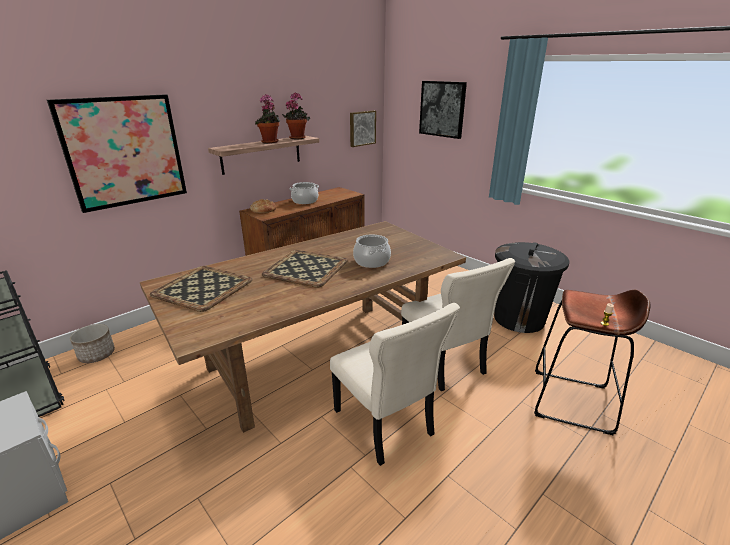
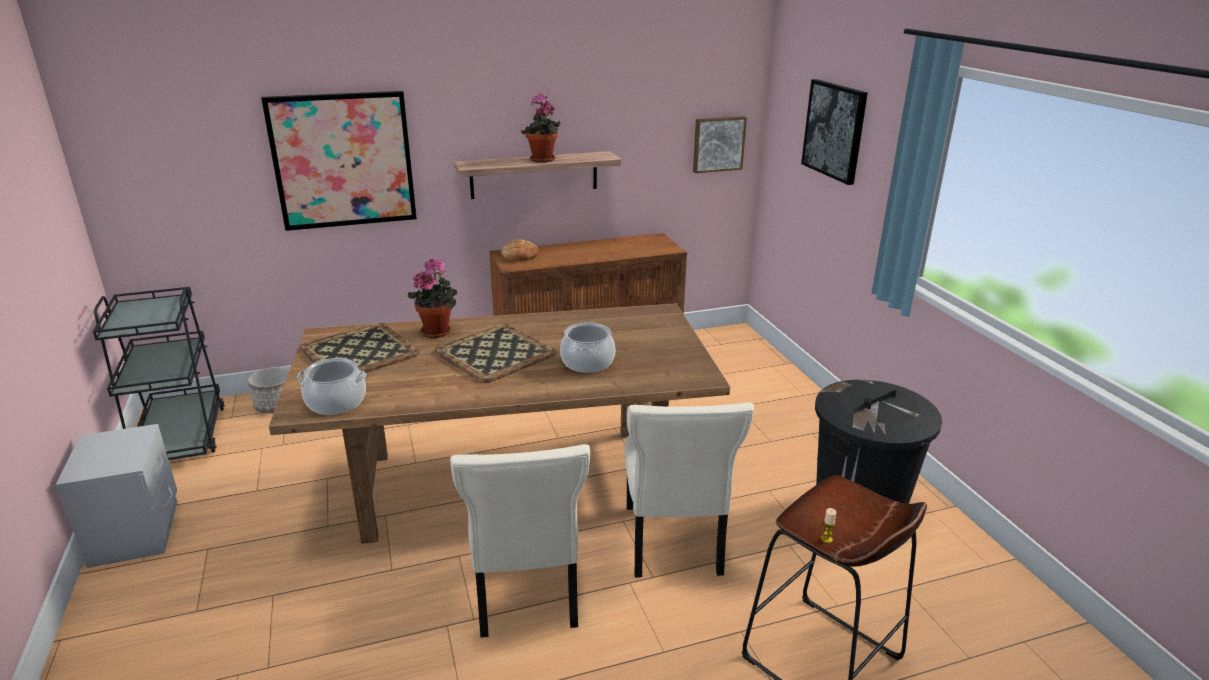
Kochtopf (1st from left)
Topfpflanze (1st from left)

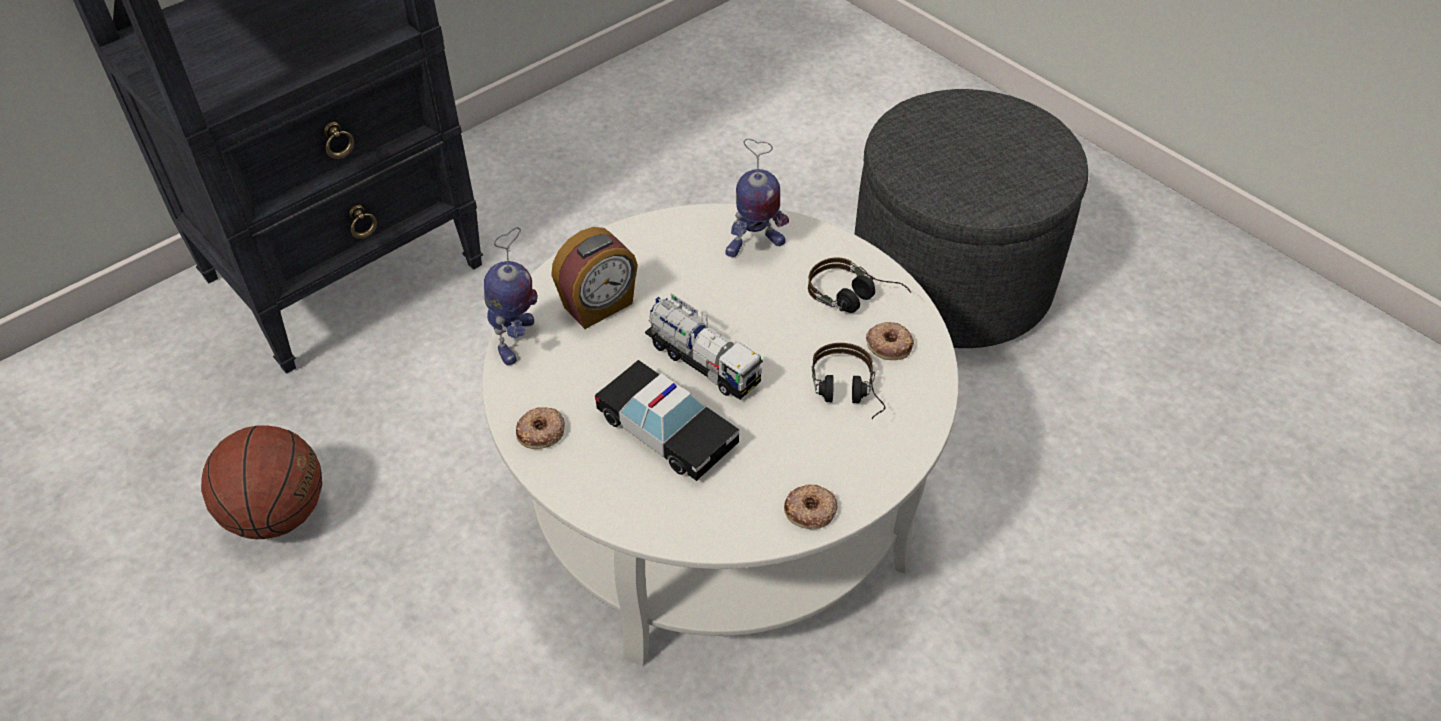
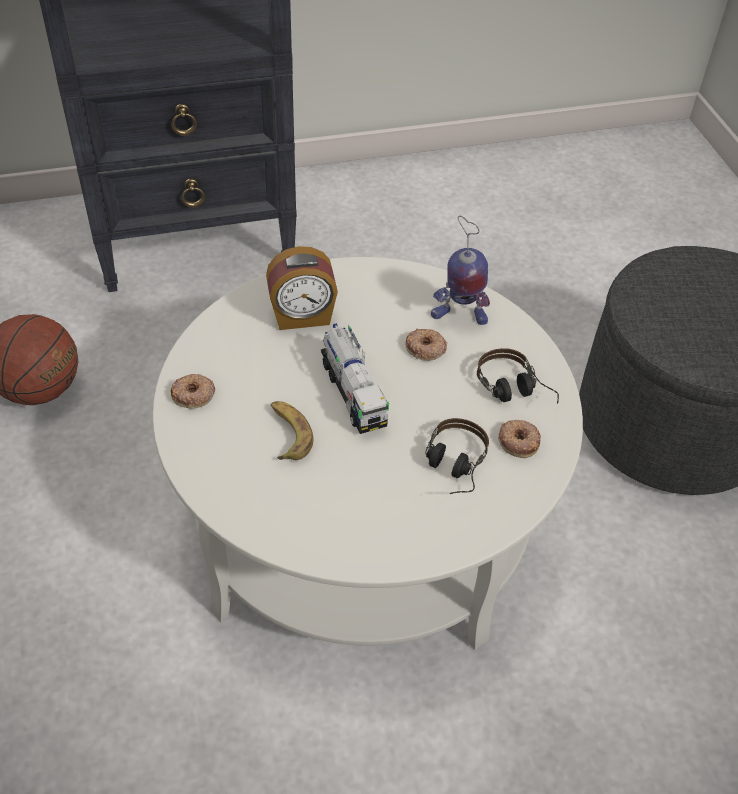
Banane
Donut (2nd from left)
Spielzeugroboter (1st from left in the first image)

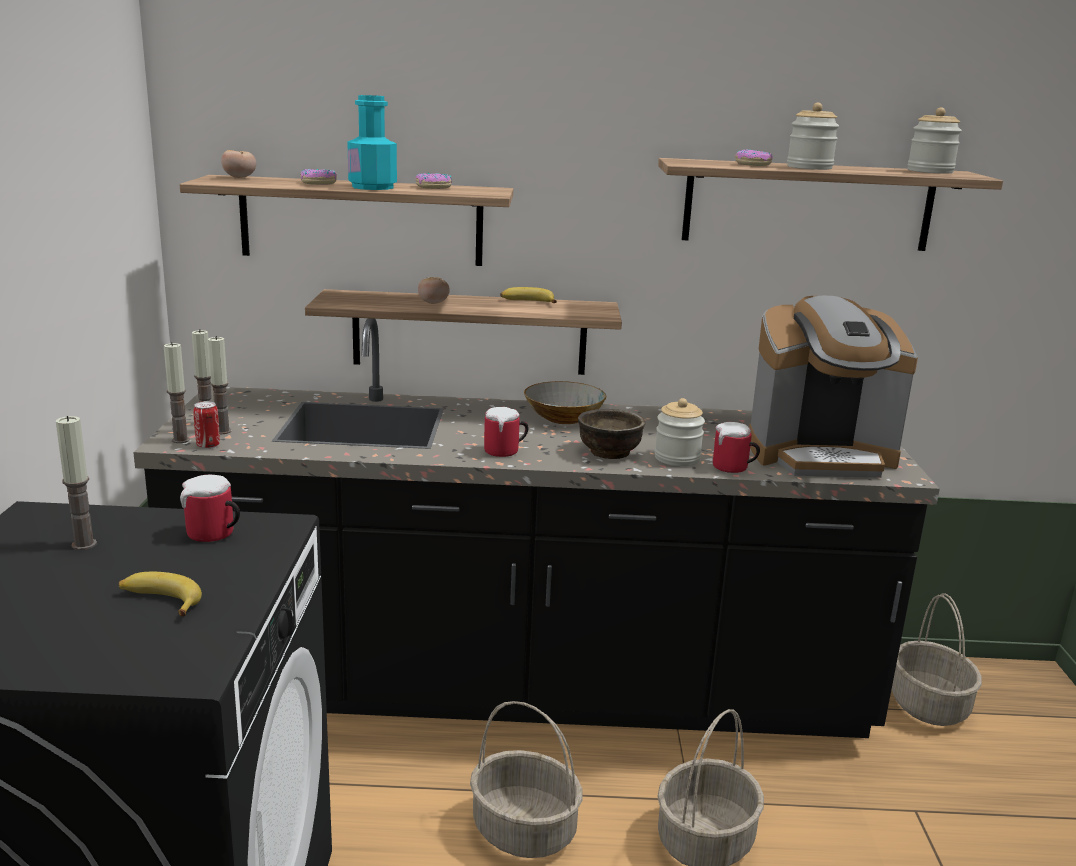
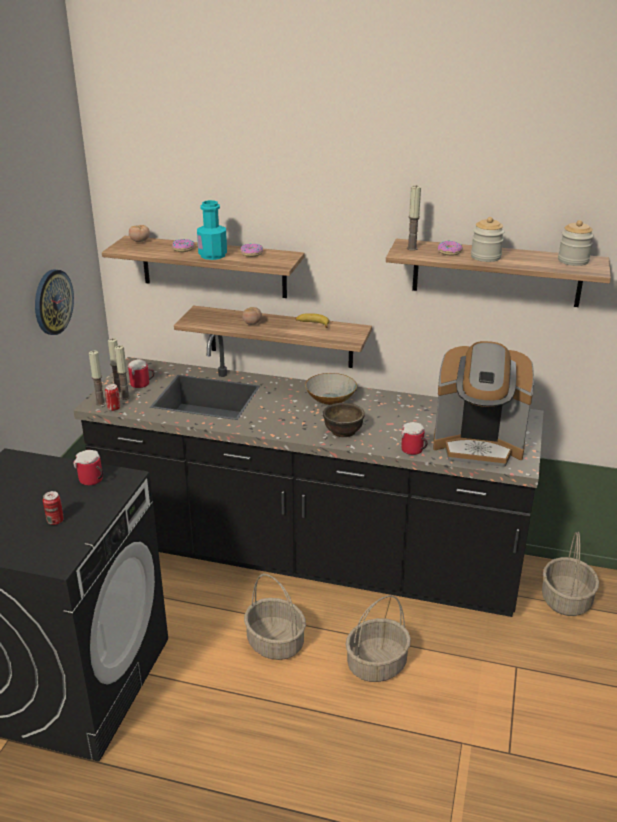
Wanduhr
Dose (1st from left)
Henkelbecher (2nd from left)
Kerze (4th from left)
Vorratsglas (1st from left in the first image)

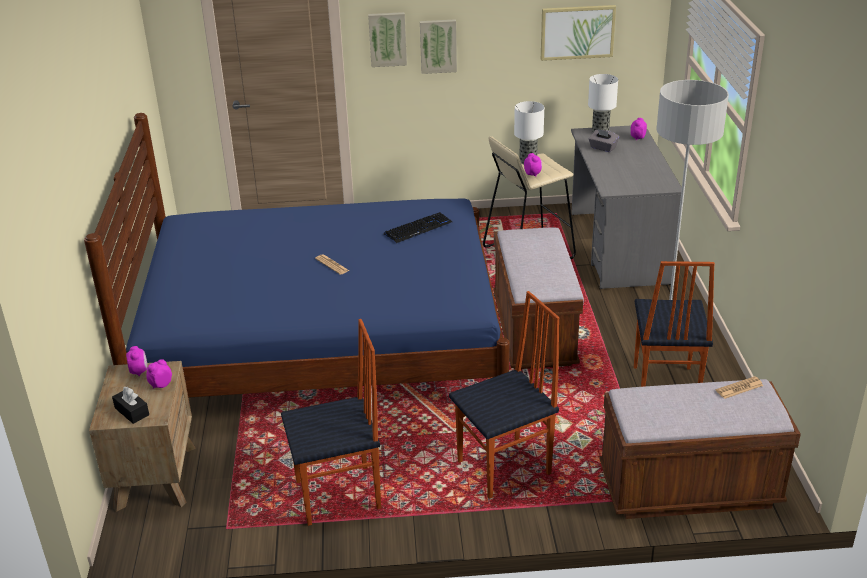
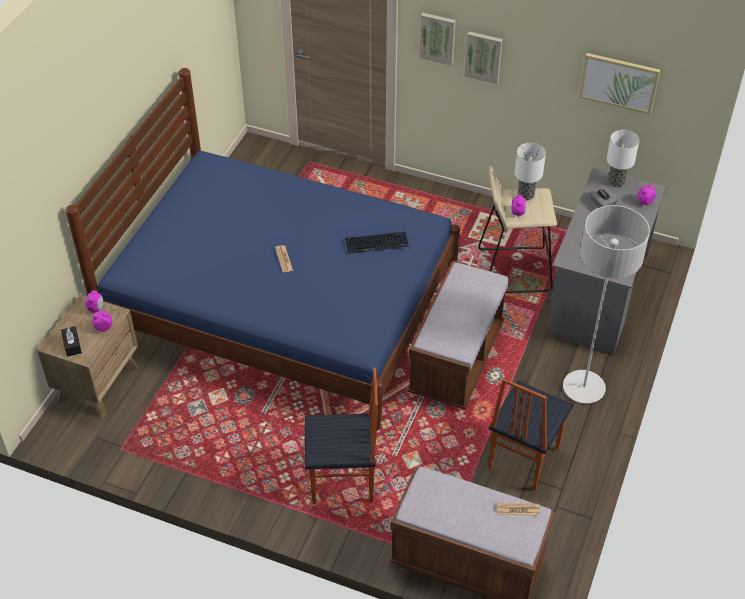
Stuhl (1st from left in the first image)

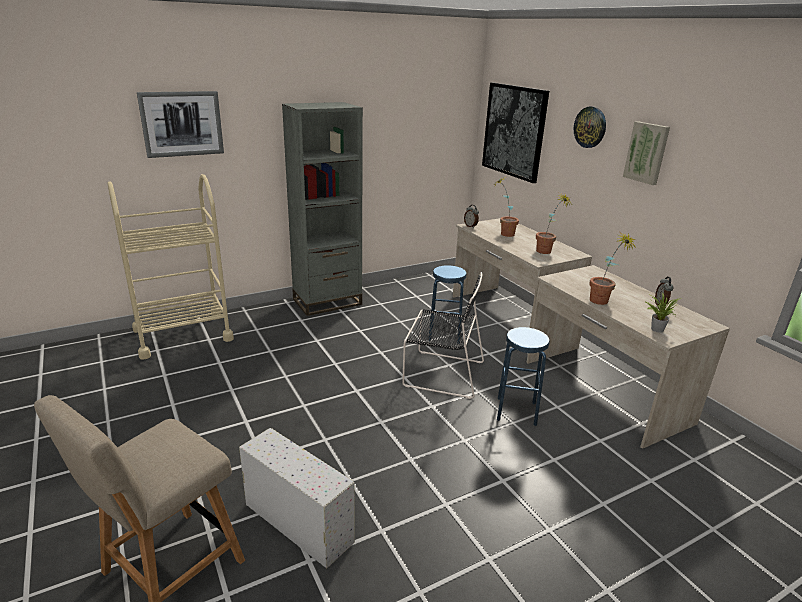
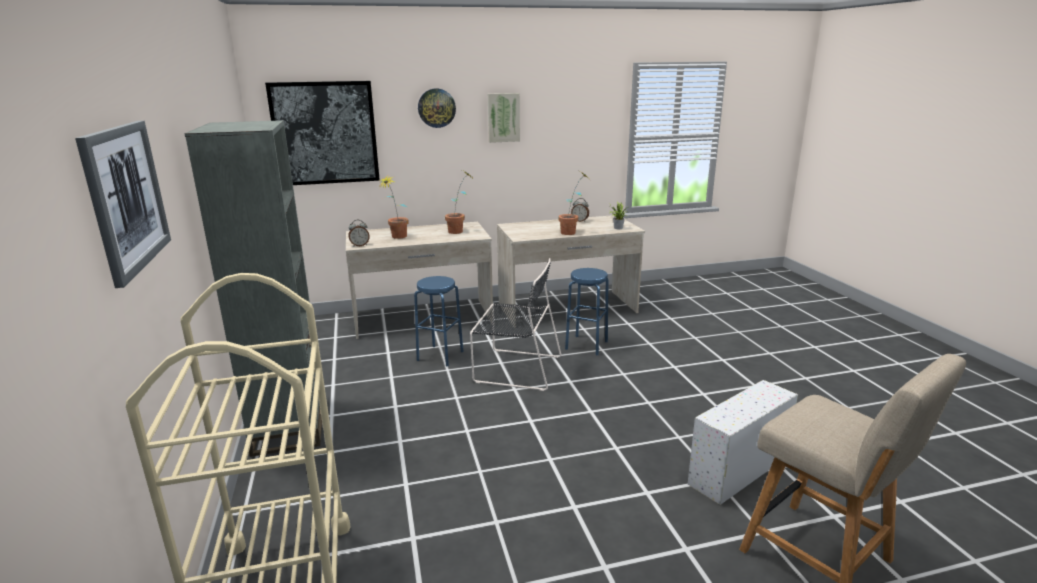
Stuhl/schwarz

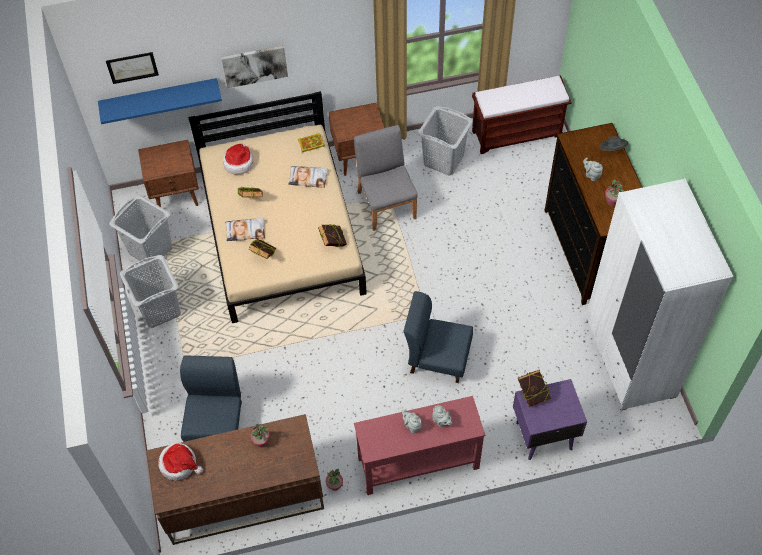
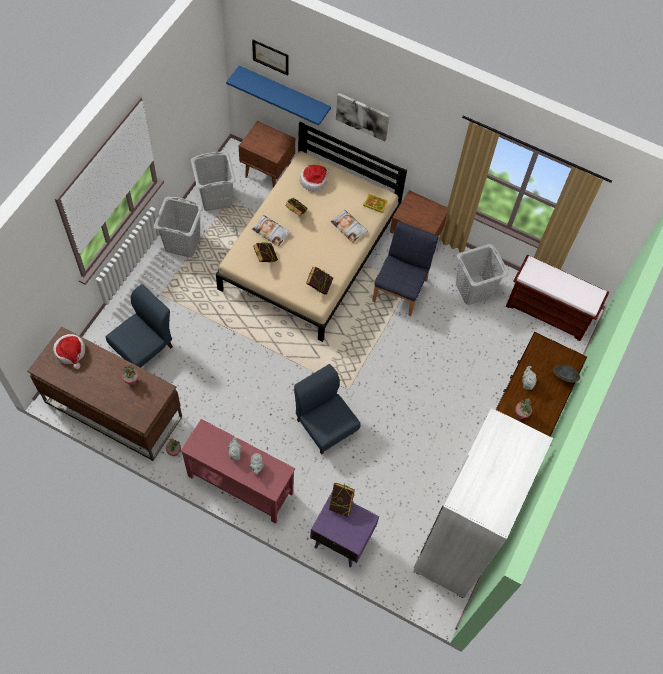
Stuhl/blau (3rd from left)

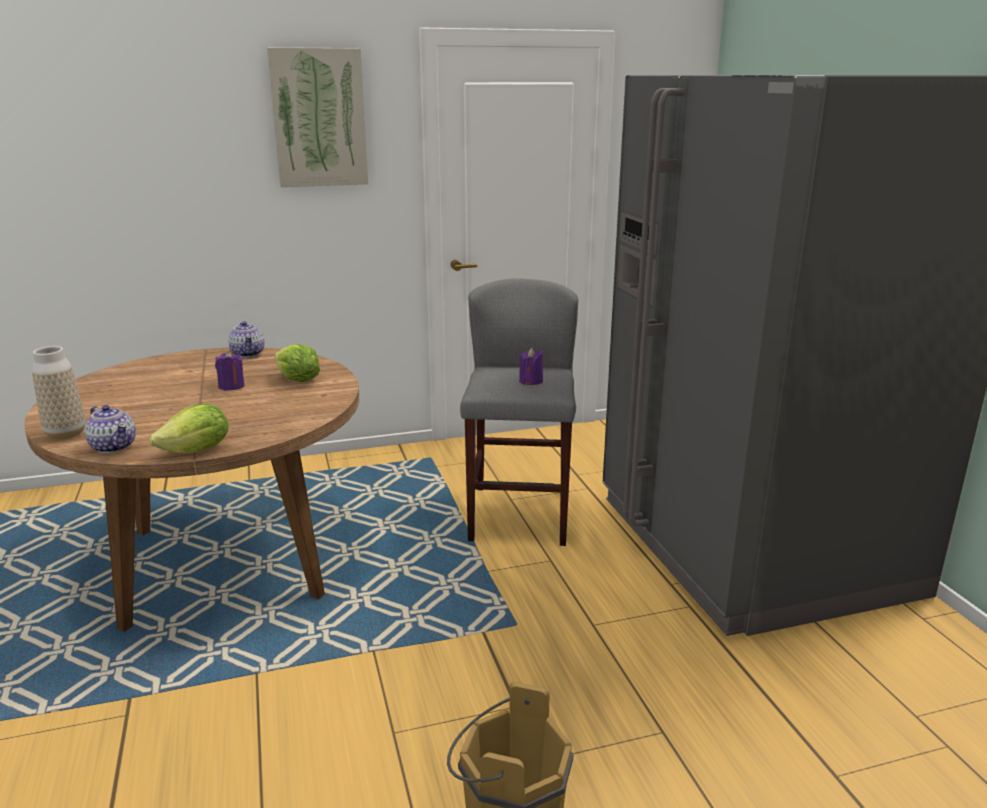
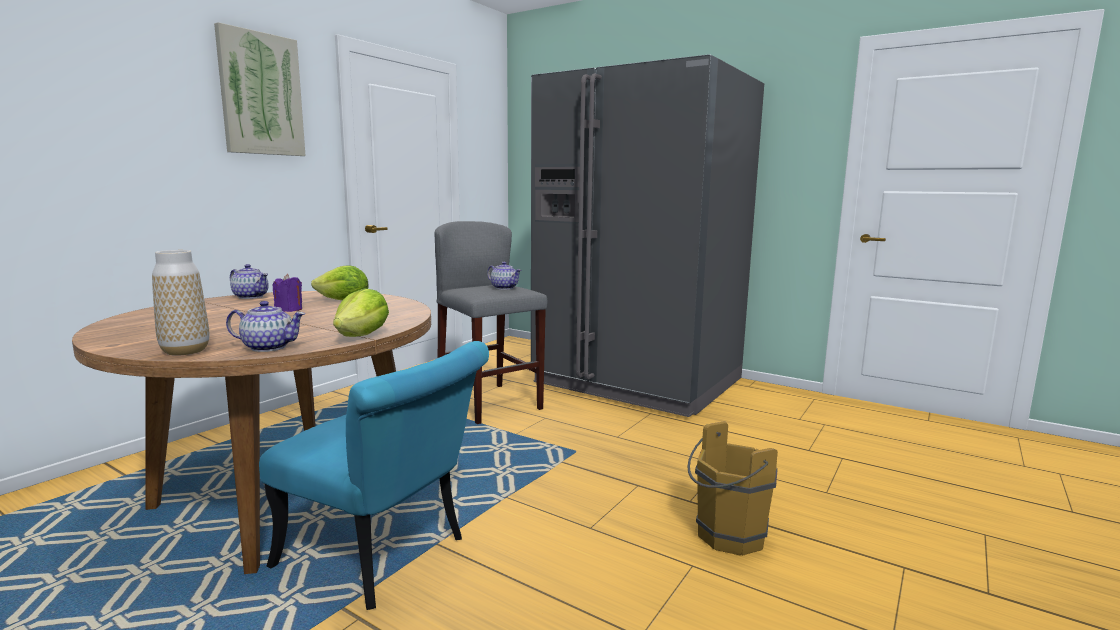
Stuhl/türkis
Teekanne (3rd from left)

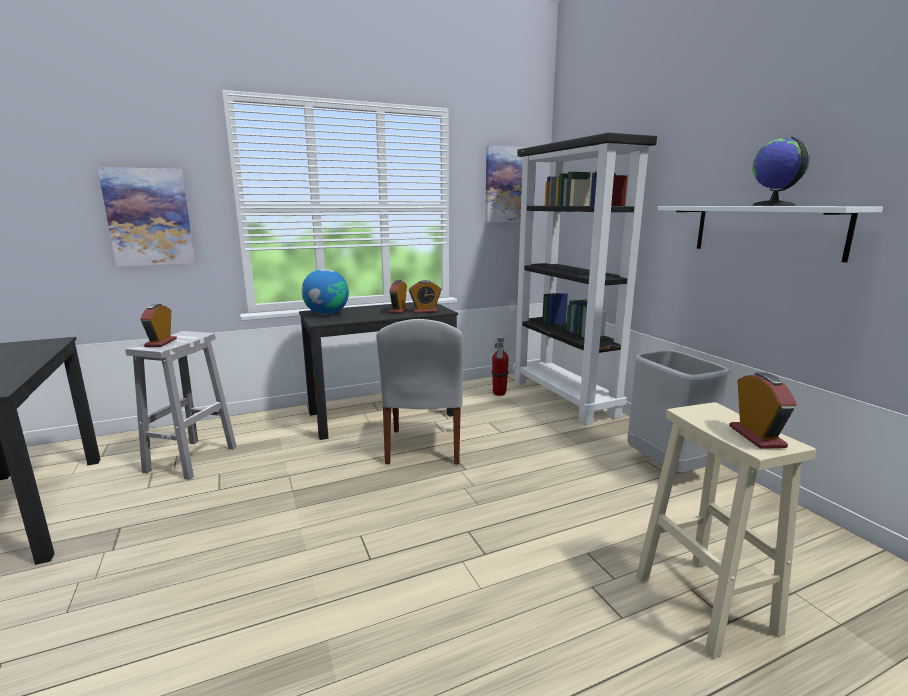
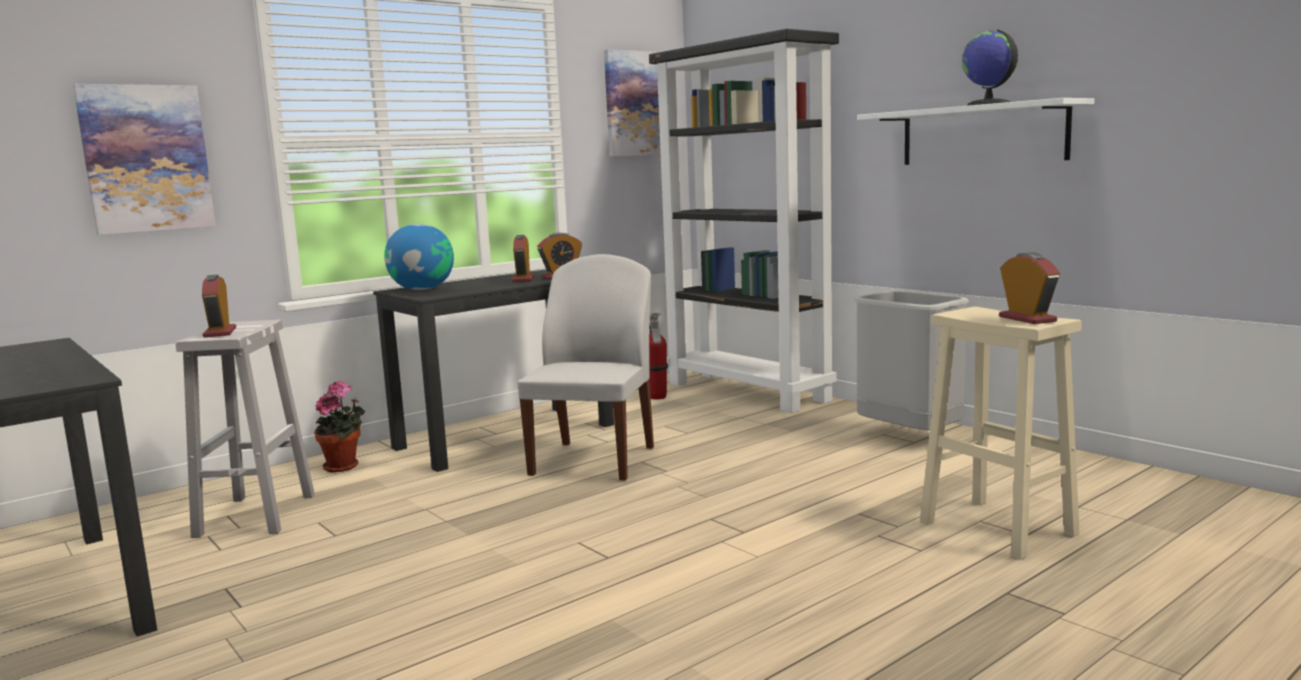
Topfpflanze
Stuhl/weiß

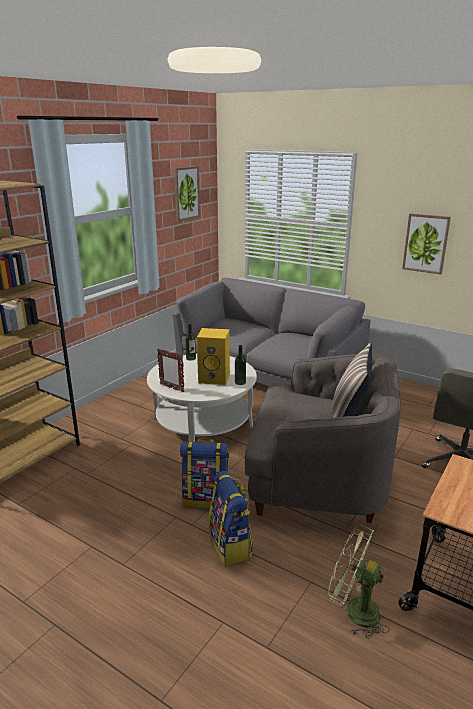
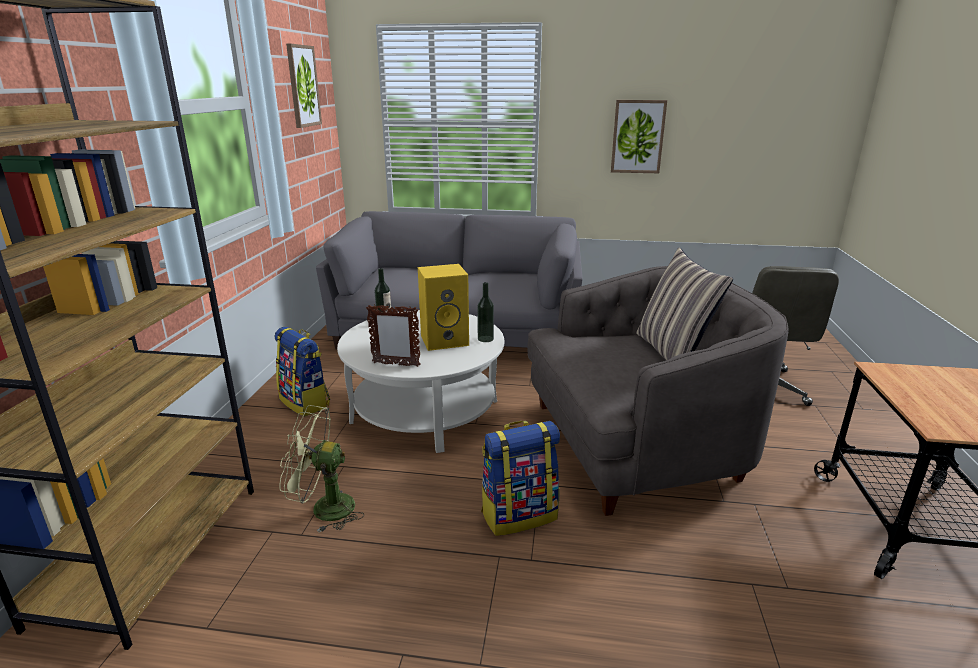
Rucksack (1st from left)
Ventilator/grün

